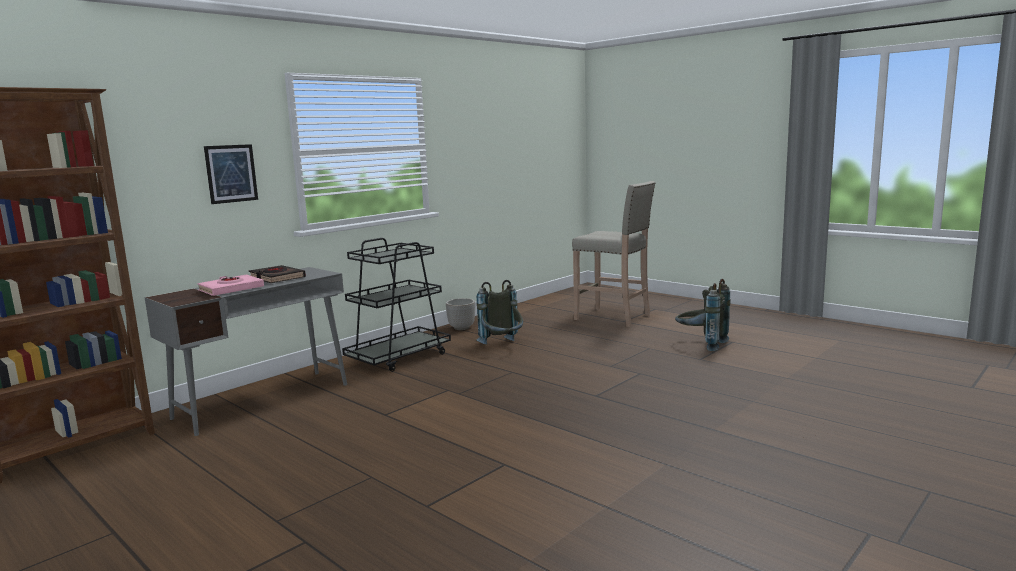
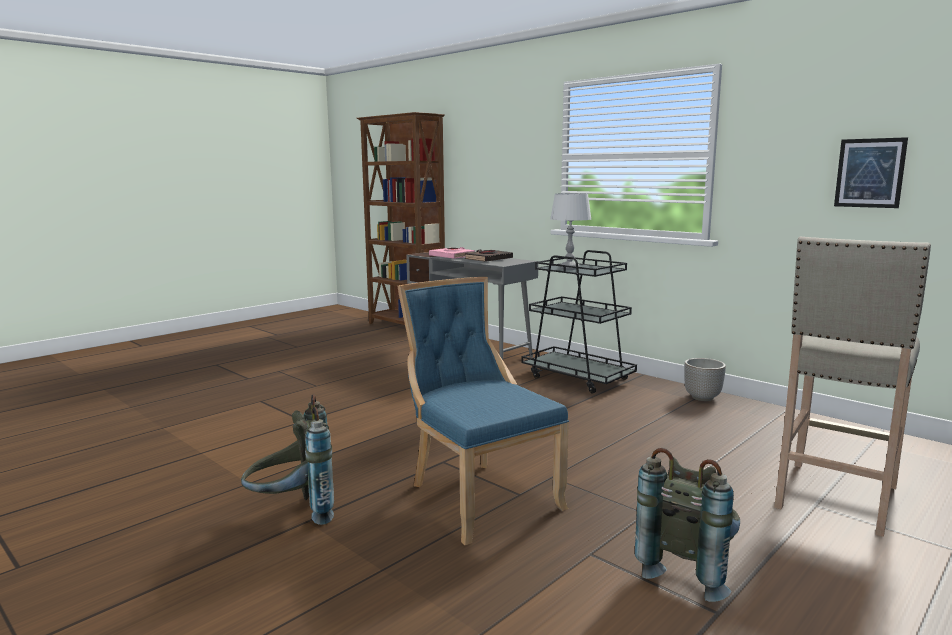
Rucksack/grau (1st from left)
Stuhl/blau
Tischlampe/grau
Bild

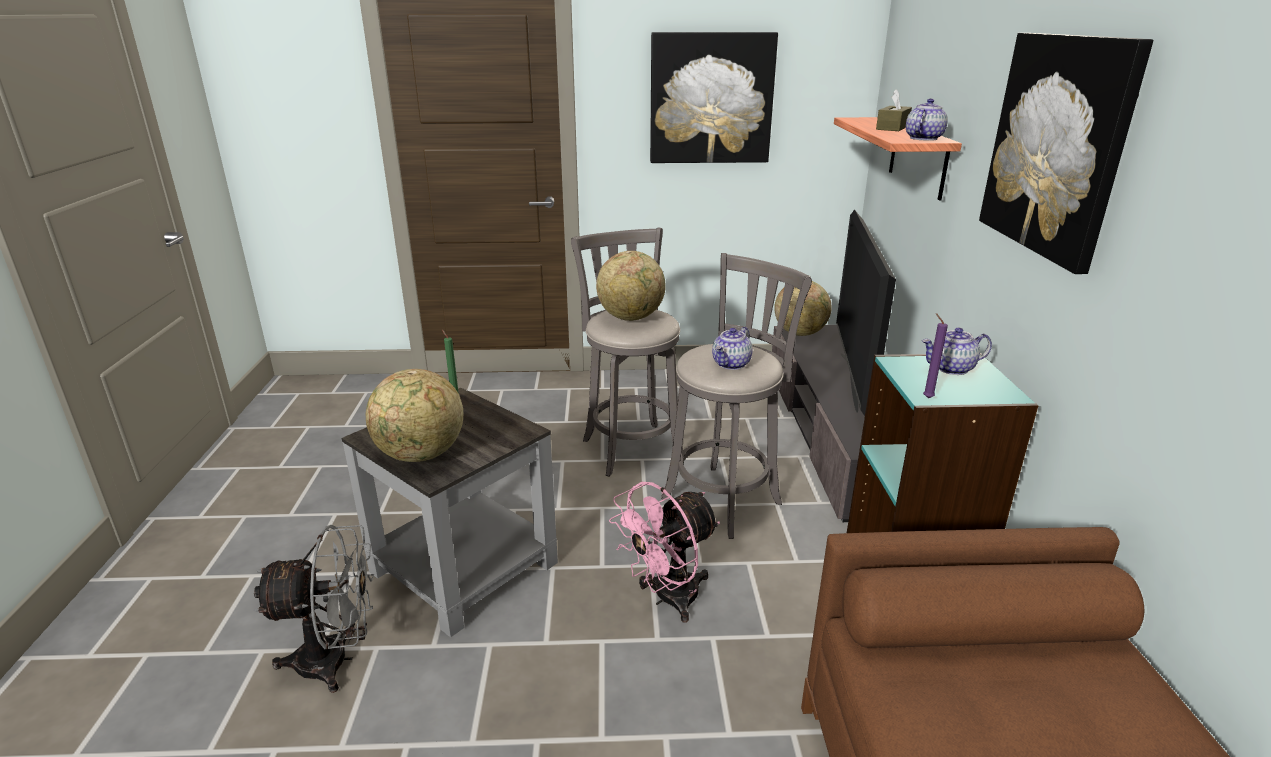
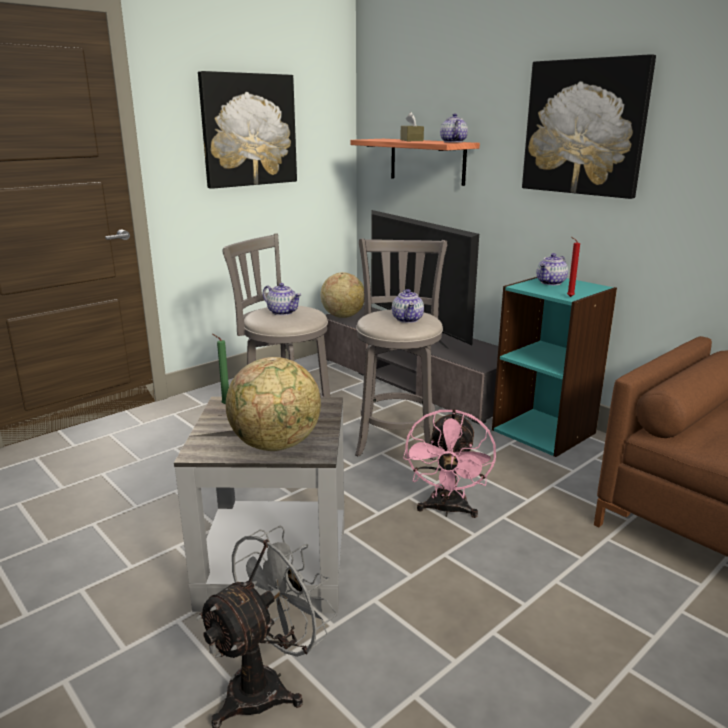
Teekanne (1st from left)
Kerze/rot

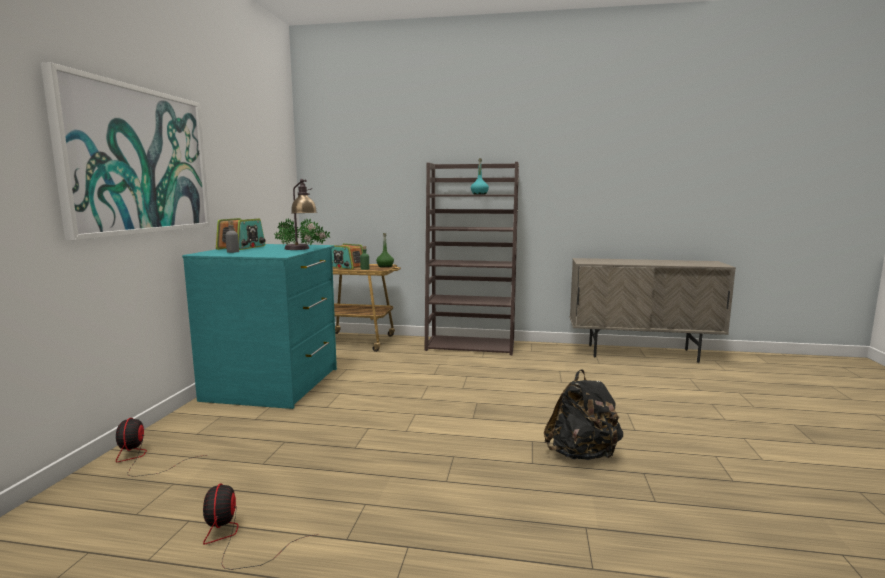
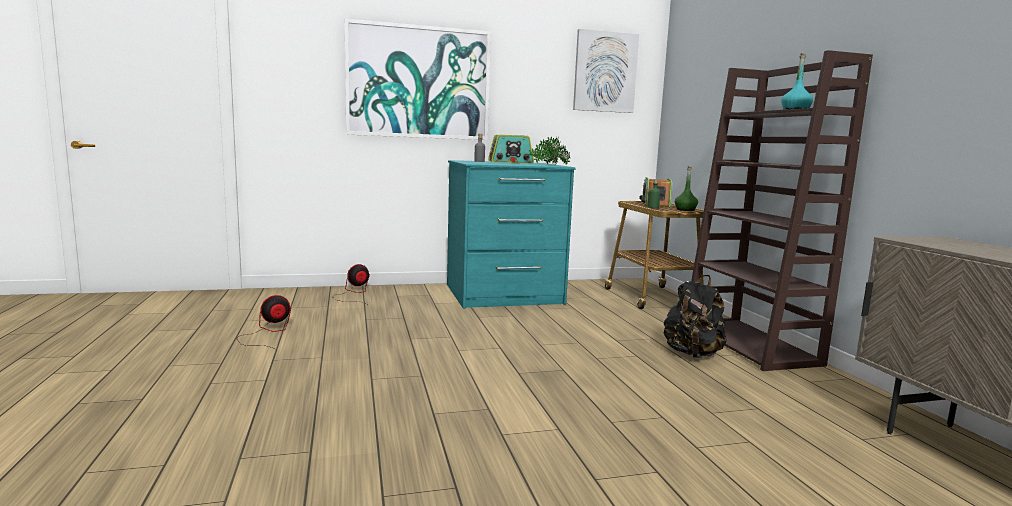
Bild (2nd from left)
Rucksack/schwarz
Tischlampe

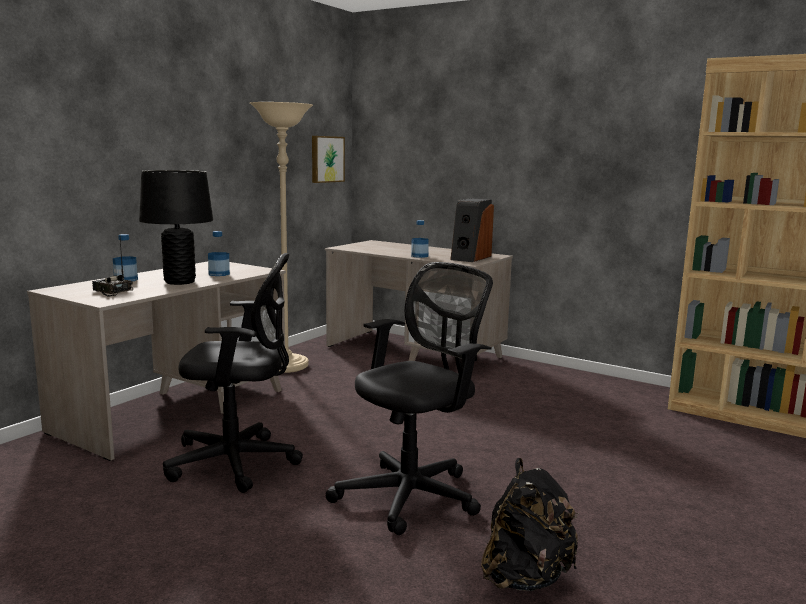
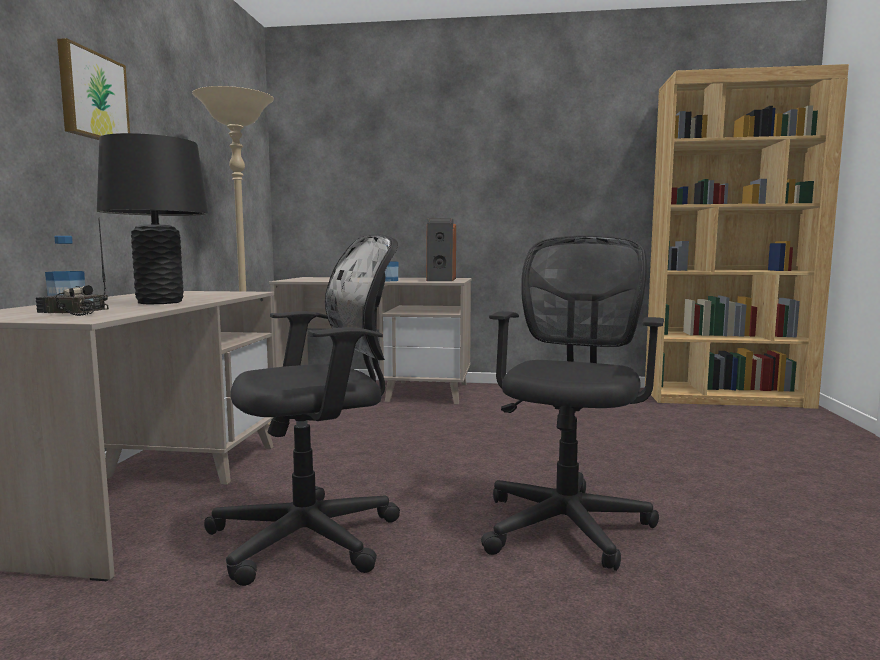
Bild
Flasche (2nd from left in the first image)
Rucksack/schwarz

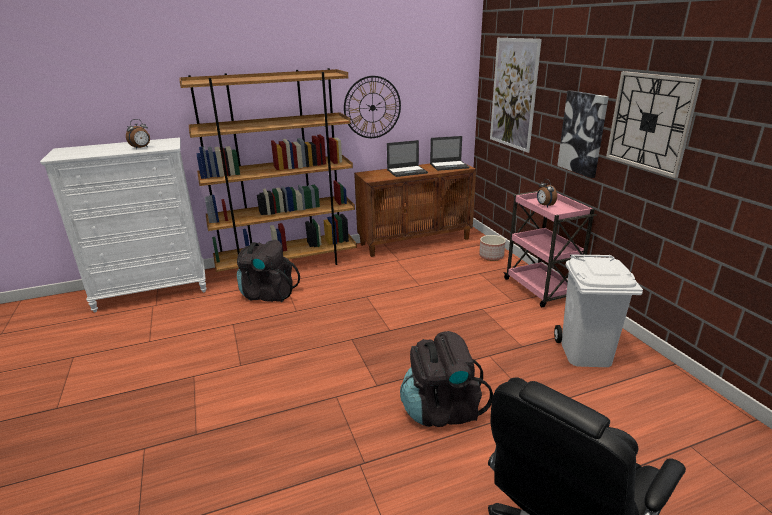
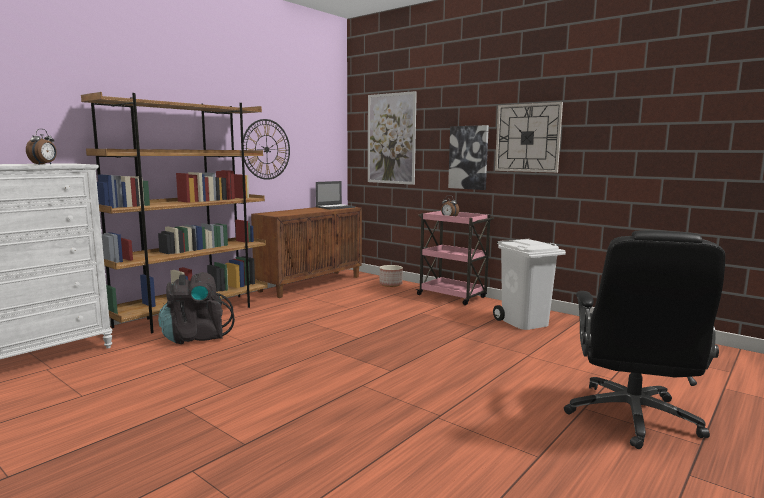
Laptop (1st from left in the first image)
Rucksack/schwarz (2nd from left in the first image)

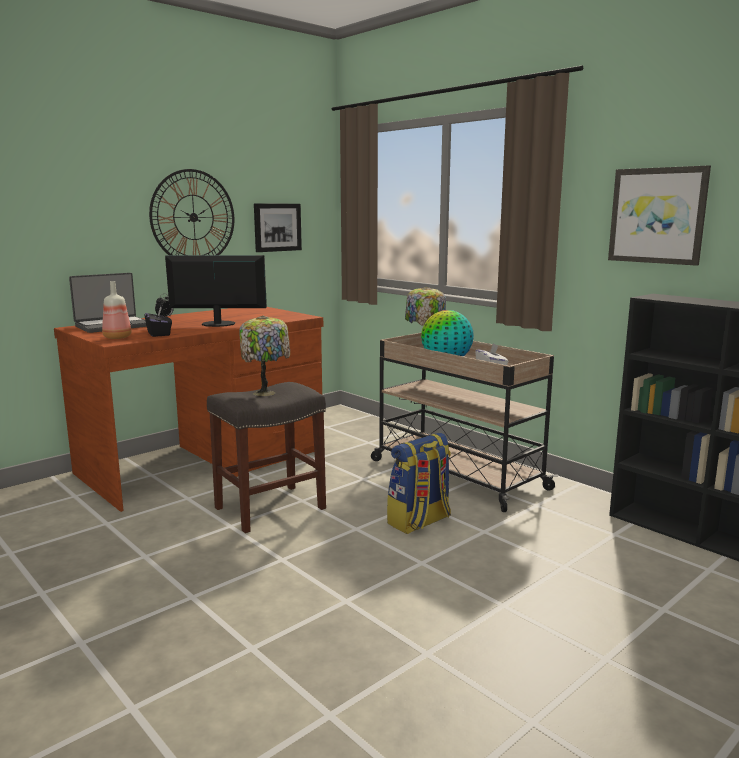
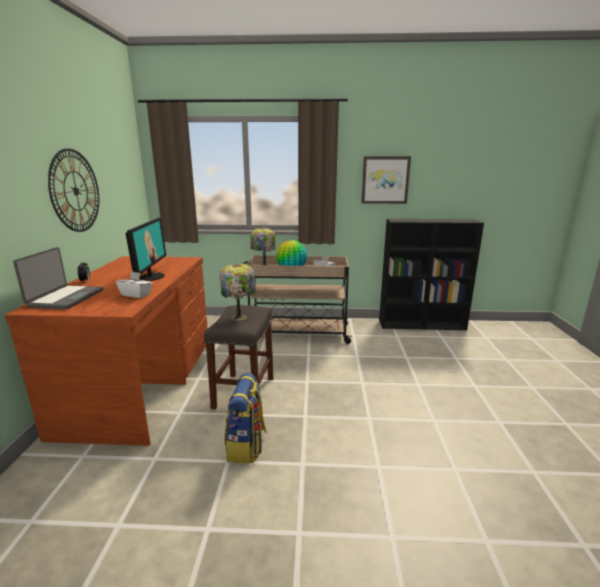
Taschentuchbox/weiß (1st from left)
Monitor
Rucksack
Flasche
Bild (1st from left in the first image)

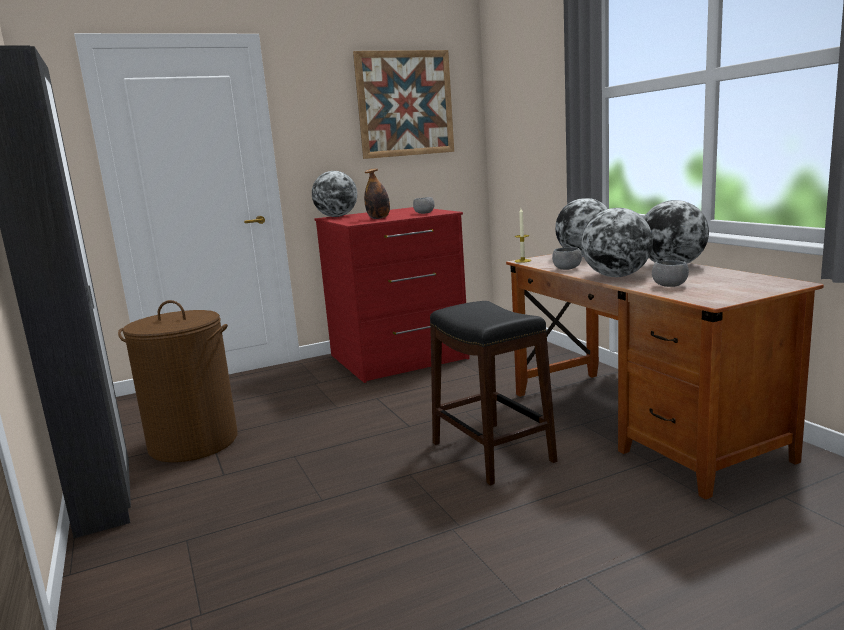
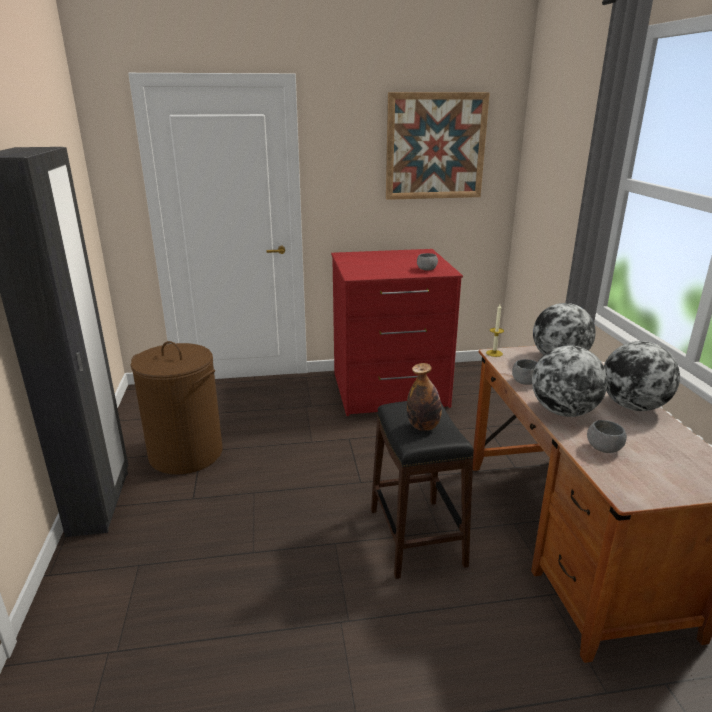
Flasche
Globus (1st from left in the first image)

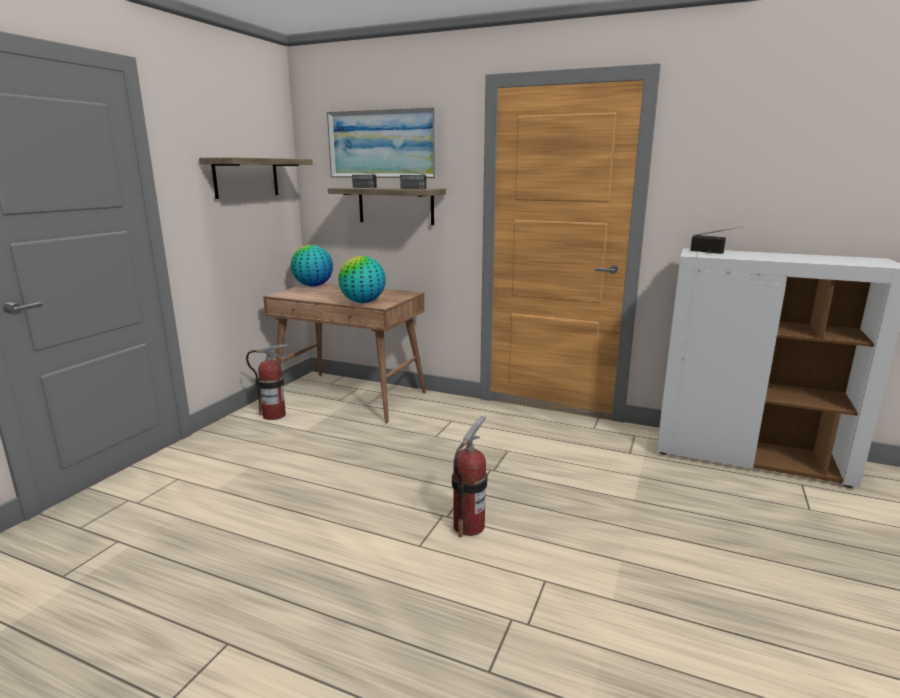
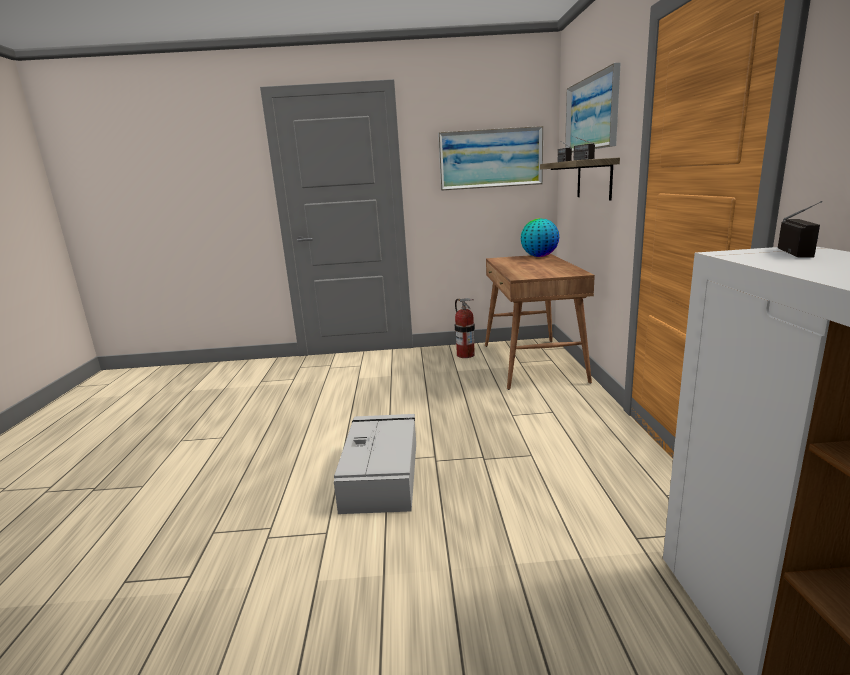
Aufbewahrungsbox/grau
Bild (1st from left)
Globus (2nd from left in the first image)

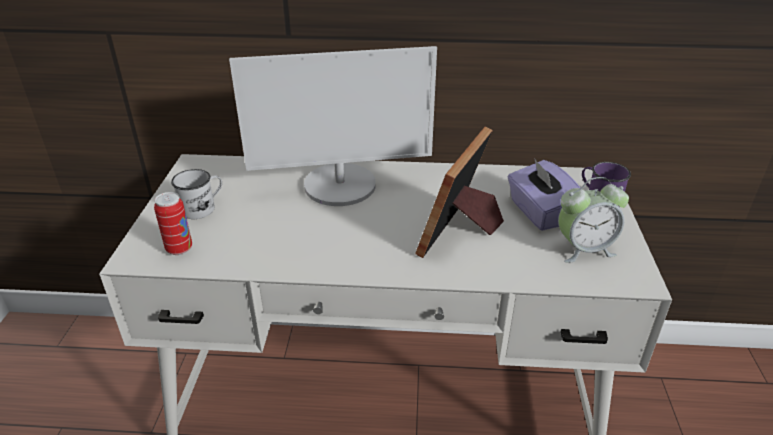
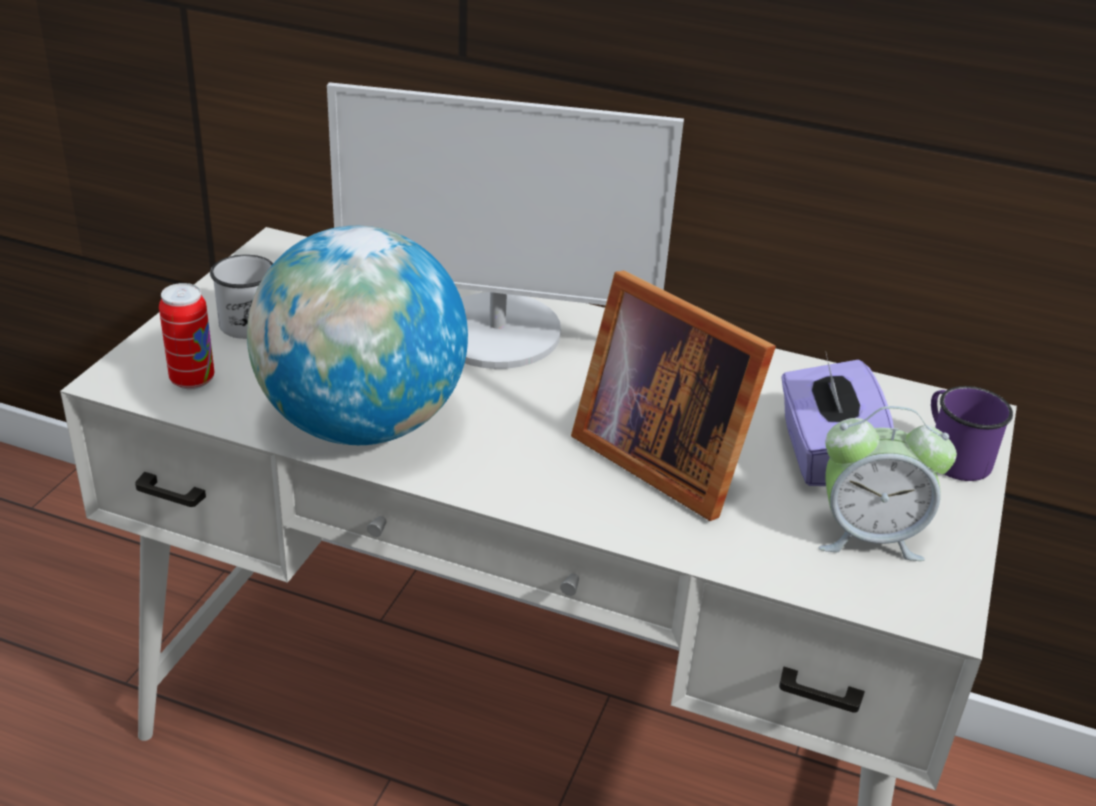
Globus
Bilderrahmen

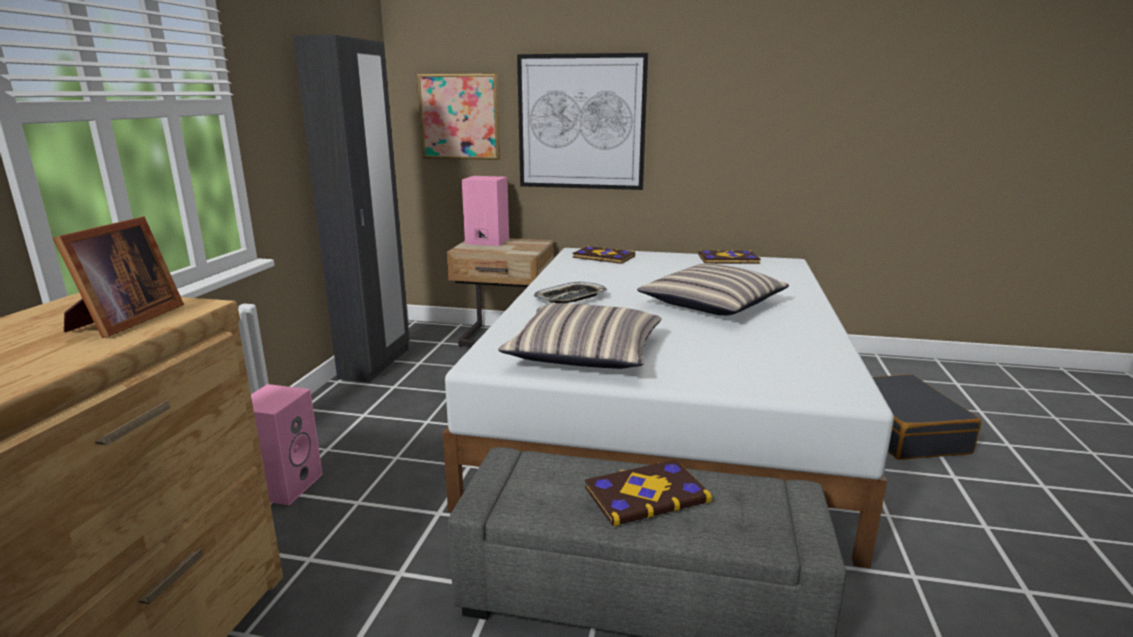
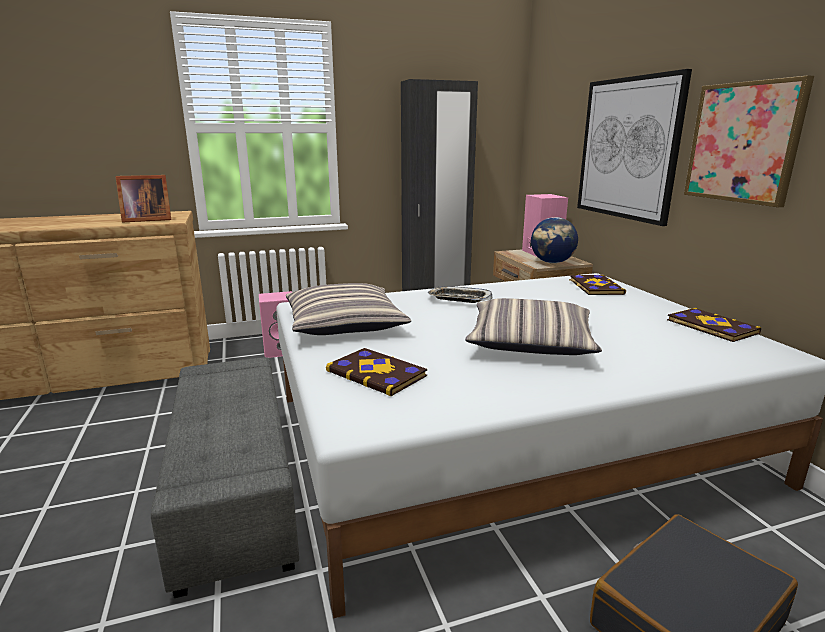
Buch (1st from left)
Globus
Bild (2nd from left)

